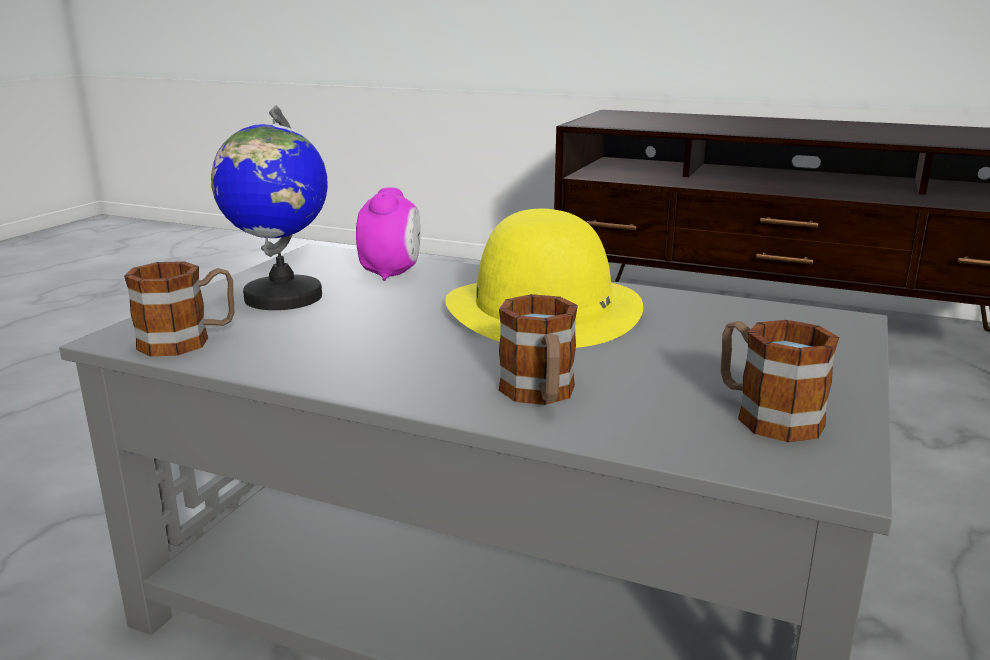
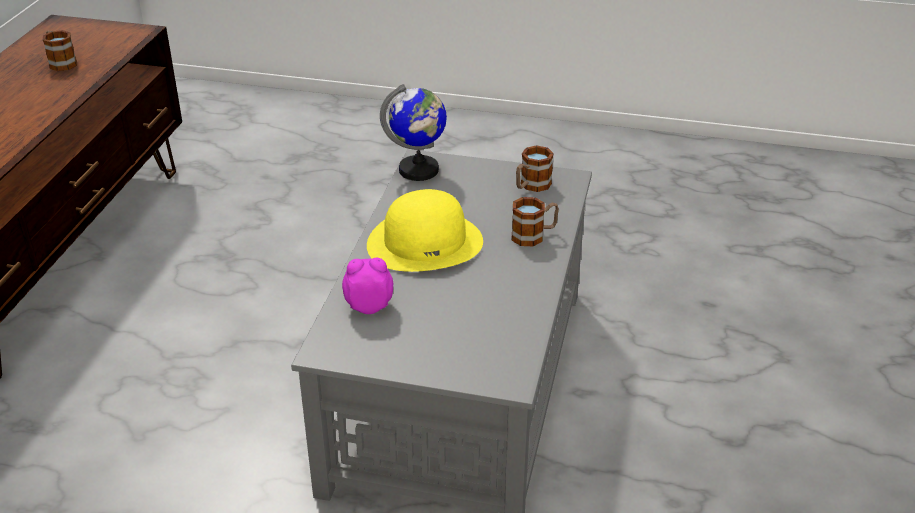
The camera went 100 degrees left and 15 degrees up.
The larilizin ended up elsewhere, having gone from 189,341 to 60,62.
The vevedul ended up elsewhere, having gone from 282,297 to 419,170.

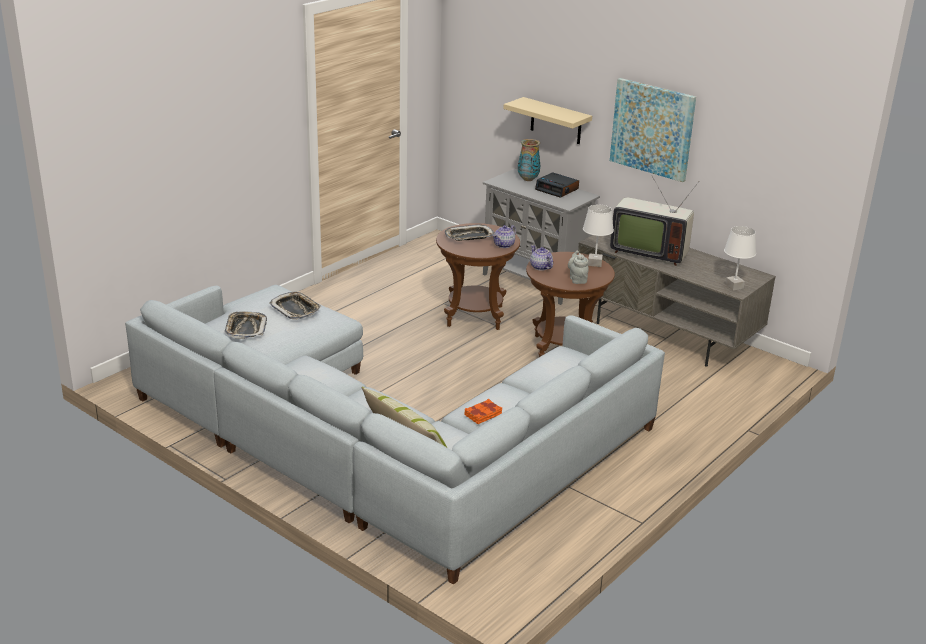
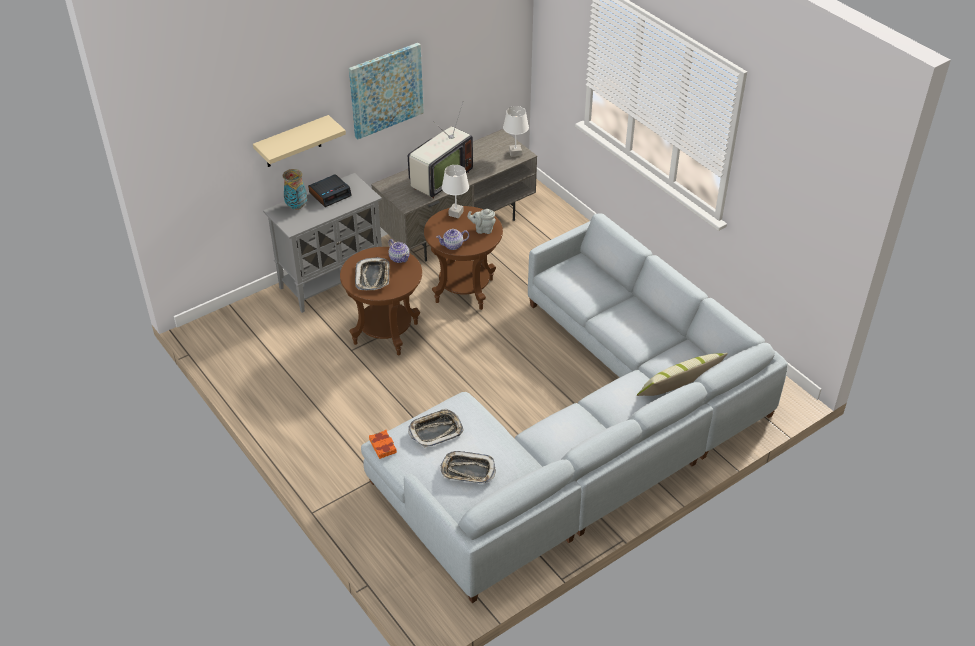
The camera went 75 degrees left and 15 degrees up.
The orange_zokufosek ended up elsewhere, having gone from 483,415 to 383,446.

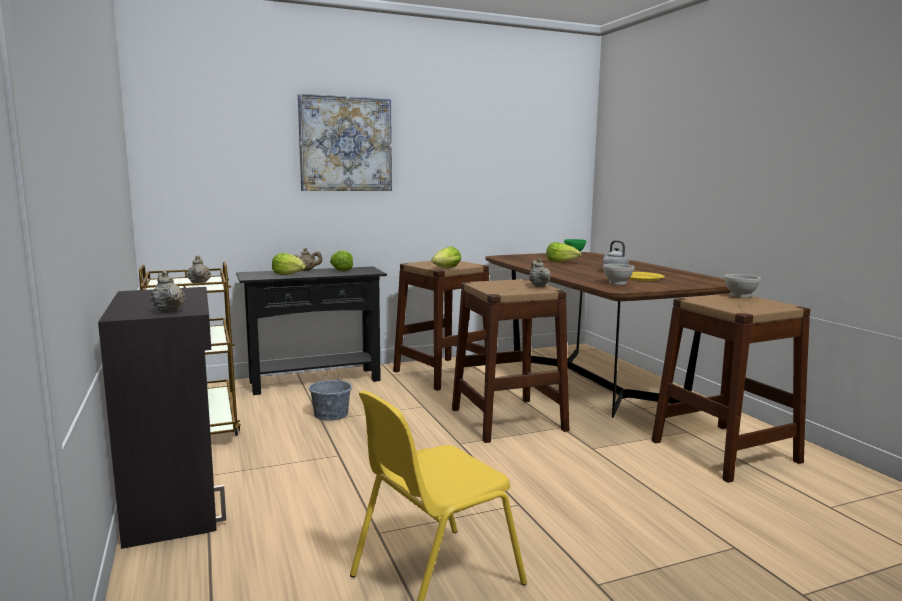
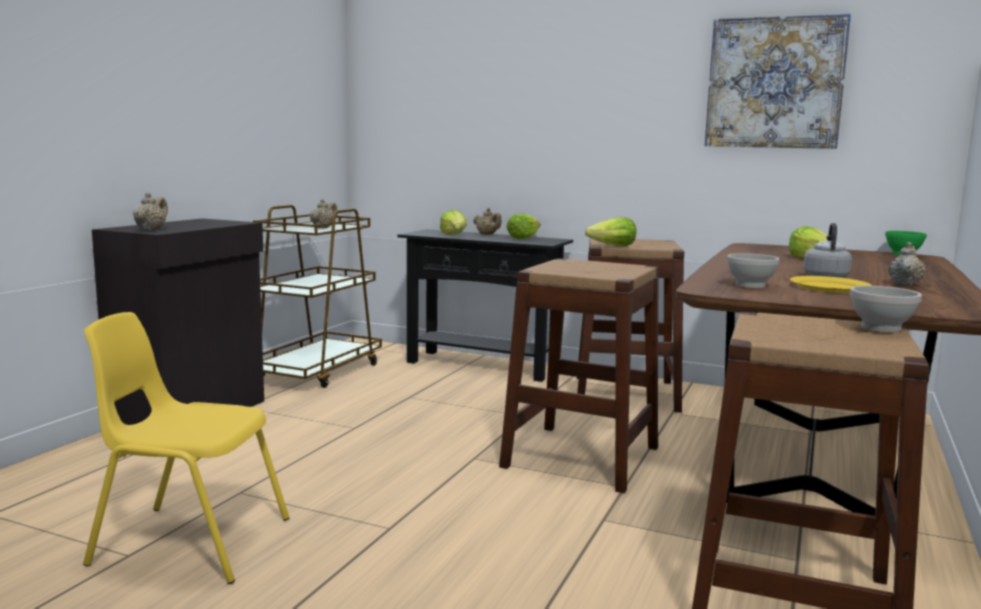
The camera went 45 degrees right and 0 degrees up.
The second view lost the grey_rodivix at 331,414.
The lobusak ended up elsewhere, having gone from 345,144 to 774,83.
The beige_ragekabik ended up elsewhere, having gone from 538,285 to 905,284.

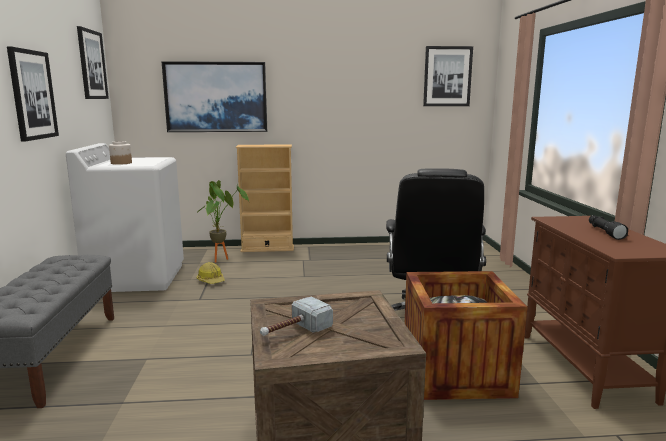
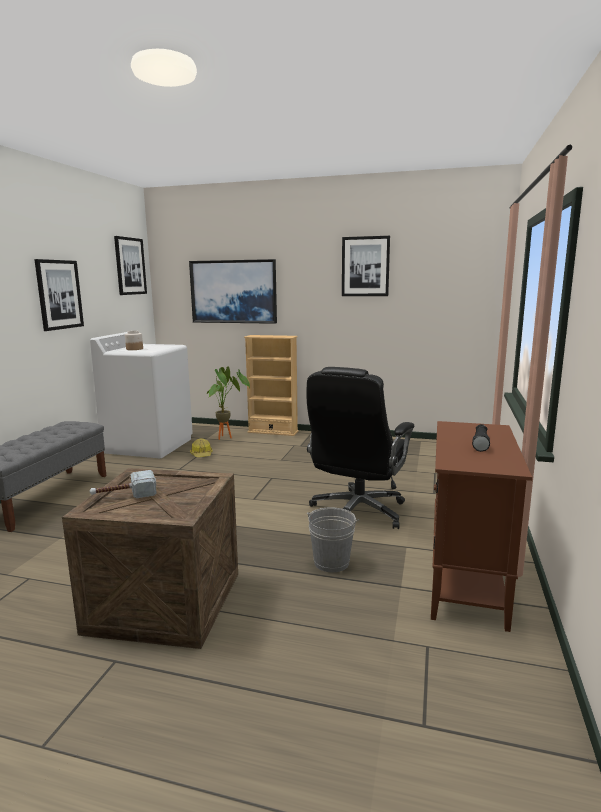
The camera went 20 degrees right and 0 degrees up.
The lobusak ended up elsewhere, having gone from 447,76 to 365,266.
Where the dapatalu stood at 455,372, the grey_rodivix came to stand at 331,562.

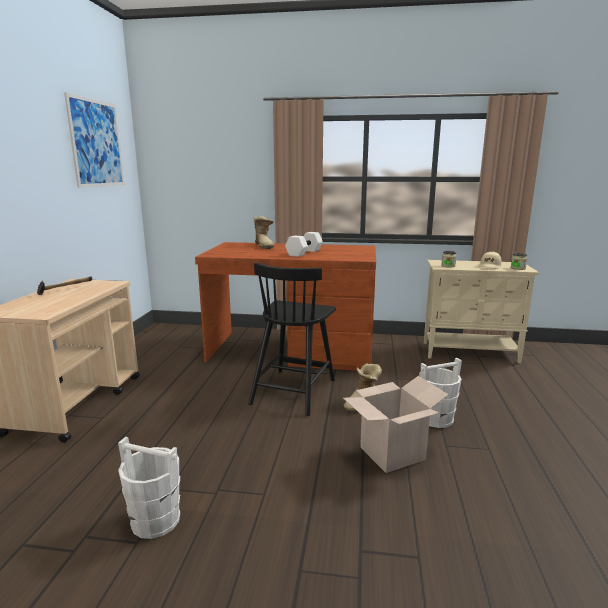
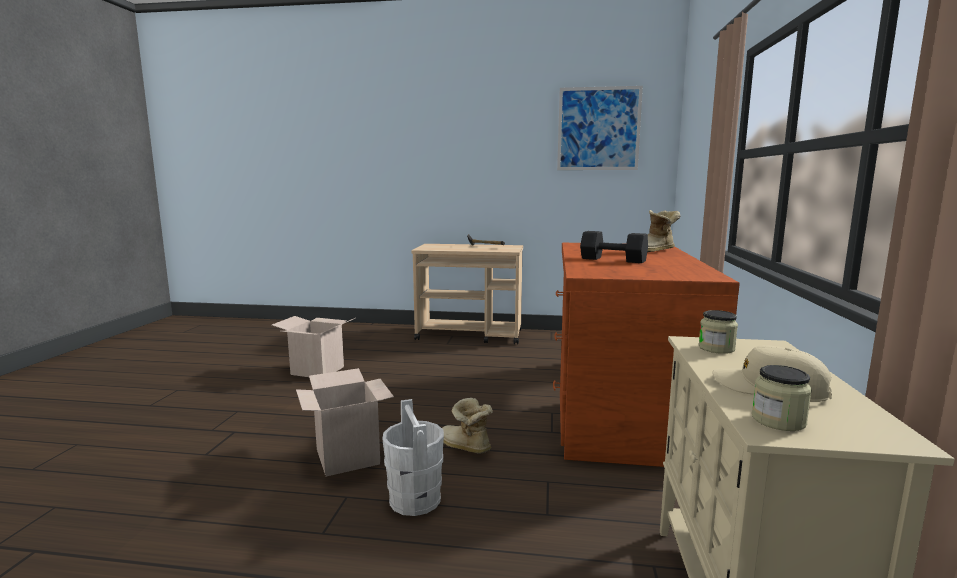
The camera went 90 degrees right and 5 degrees down.
The second view lost the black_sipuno at 293,390.
Where the white_rodivix stood at 155,520, the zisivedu came to stand at 317,370.
What was the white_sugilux at 304,253 turned into the black_sugilux at 612,260.

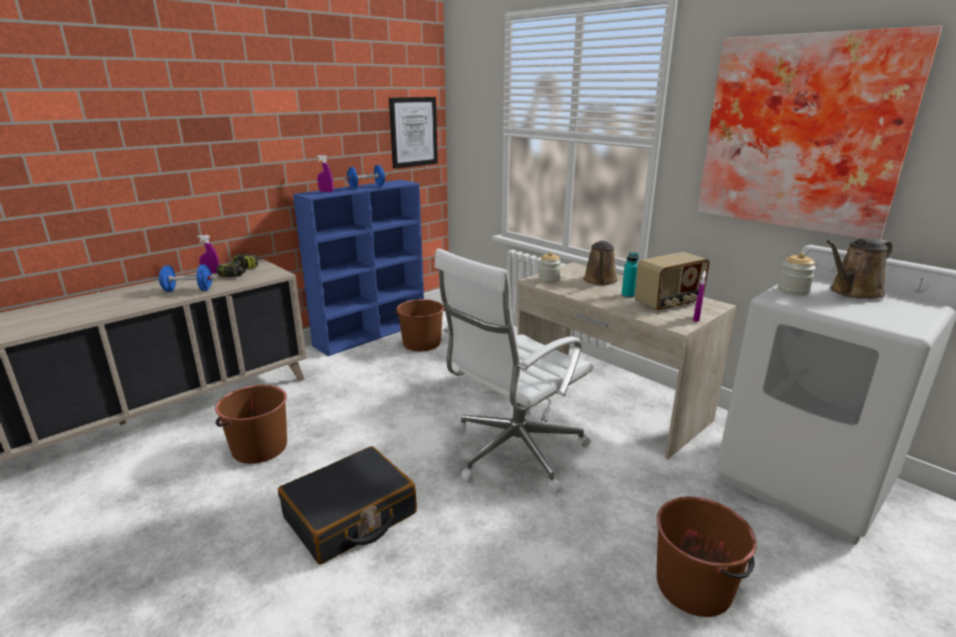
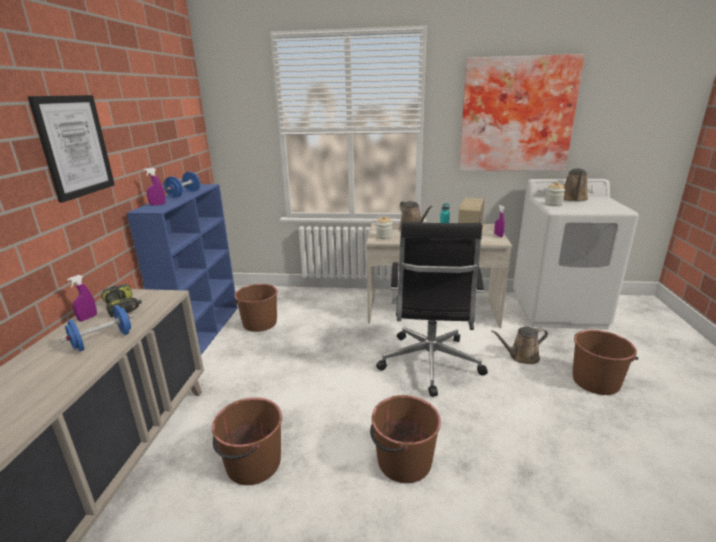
The camera went 40 degrees left and 0 degrees up.
The second view gained the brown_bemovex at 521,357.
The lobusak ended up elsewhere, having gone from 413,132 to 74,146.
Where the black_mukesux stood at 350,516, the brown_rodivix came to stand at 403,461.
What was the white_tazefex at 512,452 turned into the black_tazefex at 430,364.

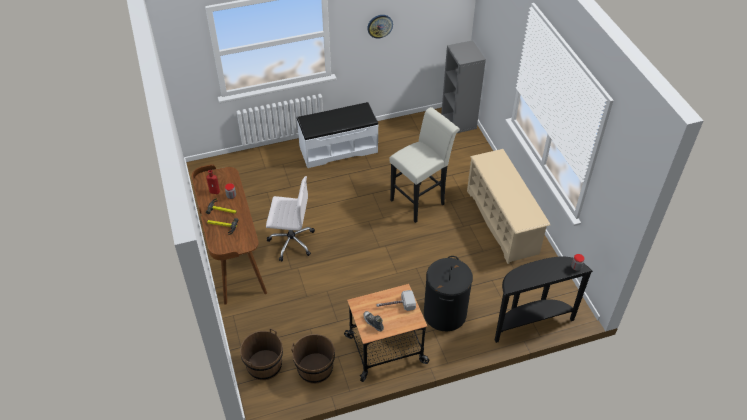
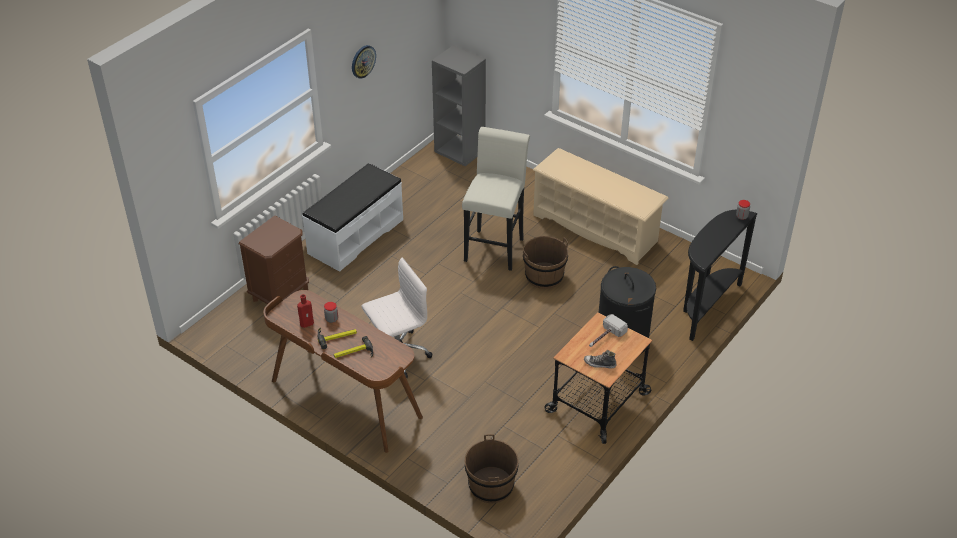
The camera went 35 degrees left and 5 degrees down.
The second view gained the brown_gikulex at 280,294.
The brown_rodivix ended up elsewhere, having gone from 315,369 to 544,276.

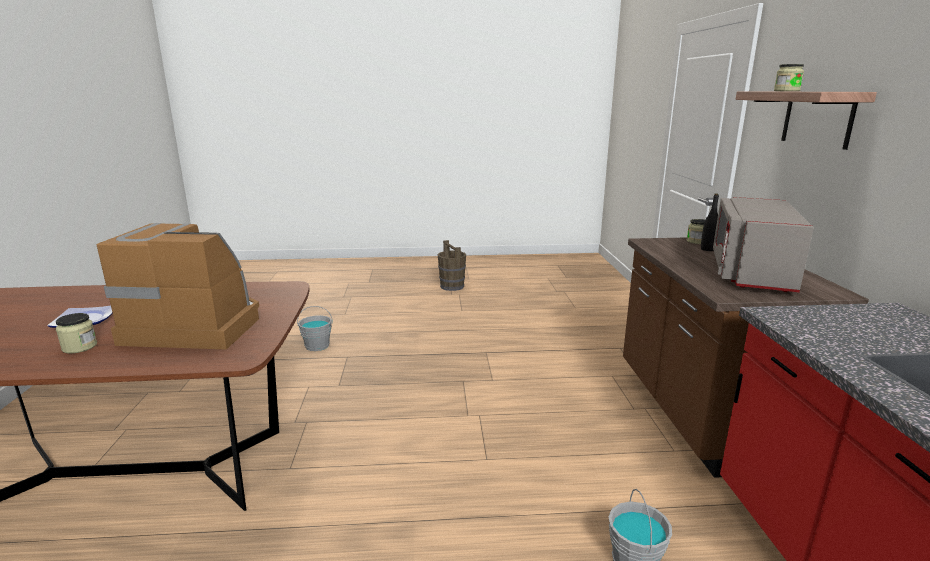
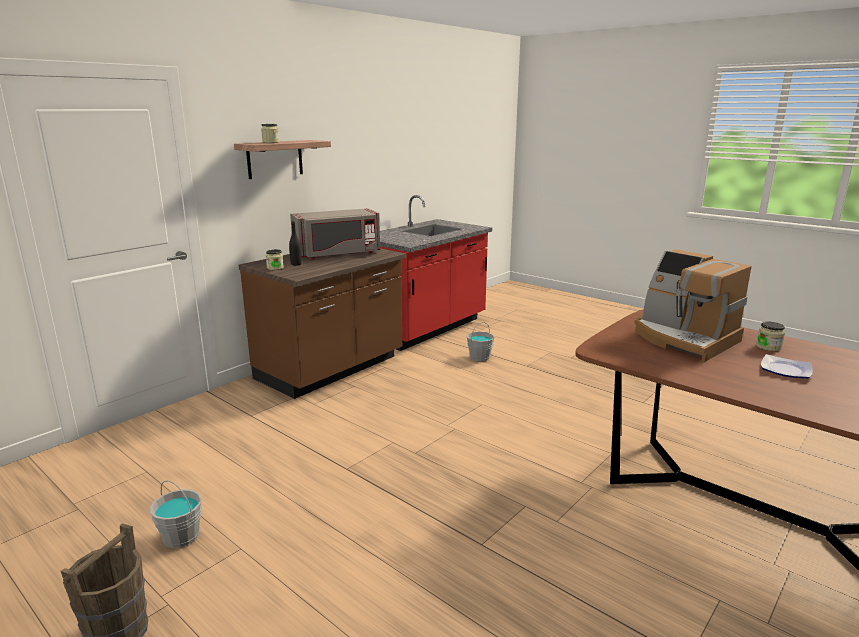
The camera went 135 degrees left and 0 degrees up.
The grey_rodivix ended up elsewhere, having gone from 317,345 to 181,536.

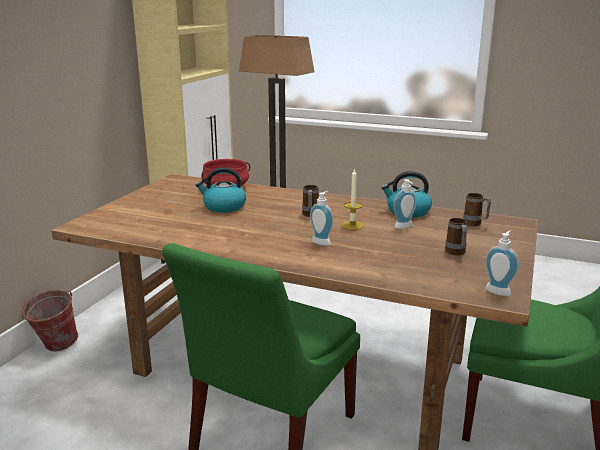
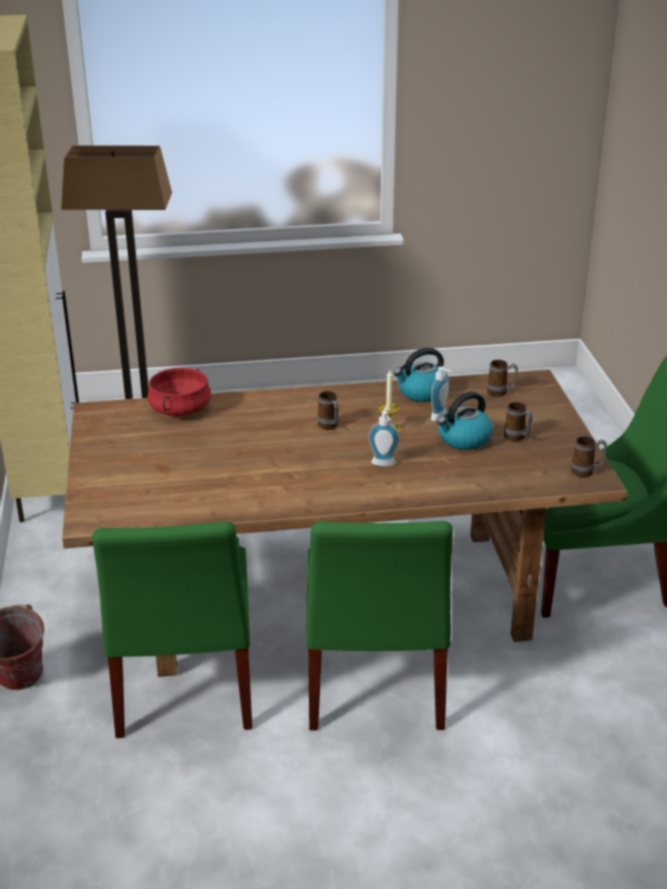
The camera went 30 degrees left and 10 degrees up.
The second view gained the green_sipuno at 183,688.
The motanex ended up elsewhere, having gone from 223,207 to 464,439.
Where the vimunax stood at 499,290, the larilizin came to stand at 586,472.

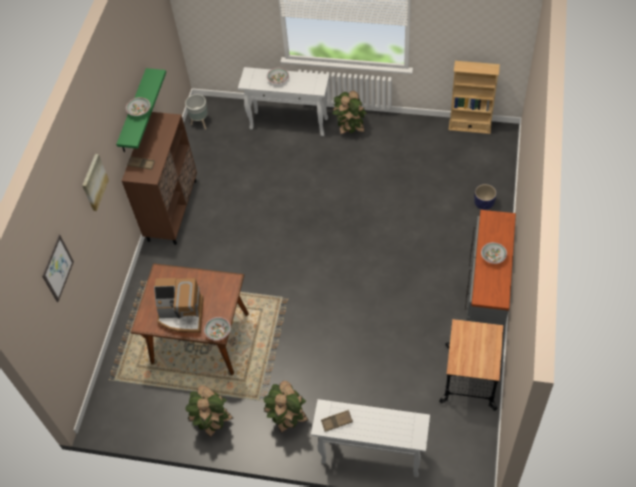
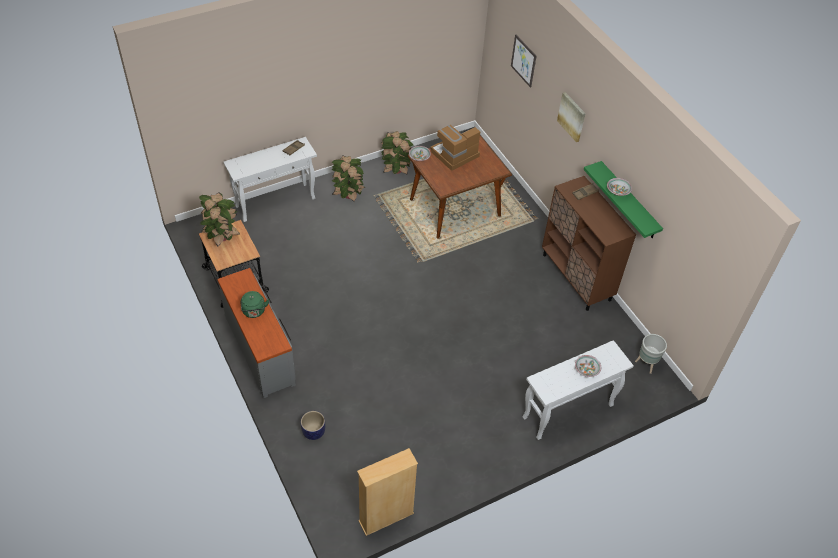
The camera went 135 degrees right and 5 degrees down.
The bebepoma ended up elsewhere, having gone from 350,129 to 222,236.
Where the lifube stood at 493,256, the green_motanex came to stand at 254,312.

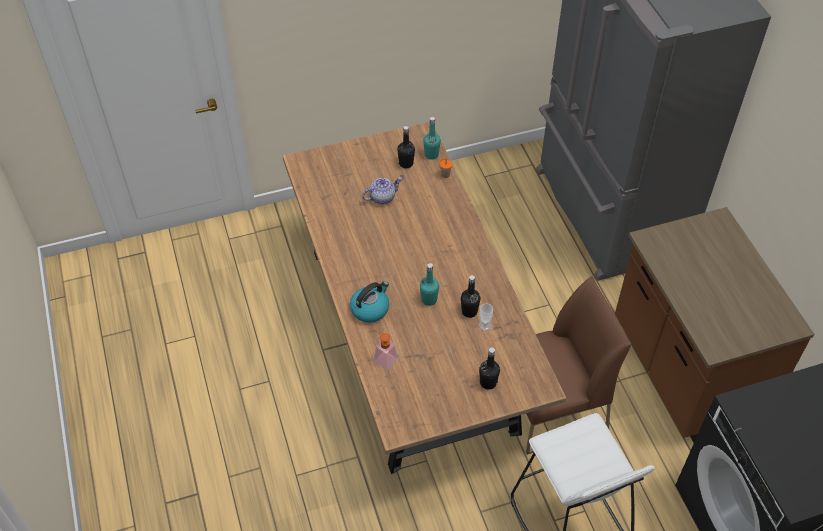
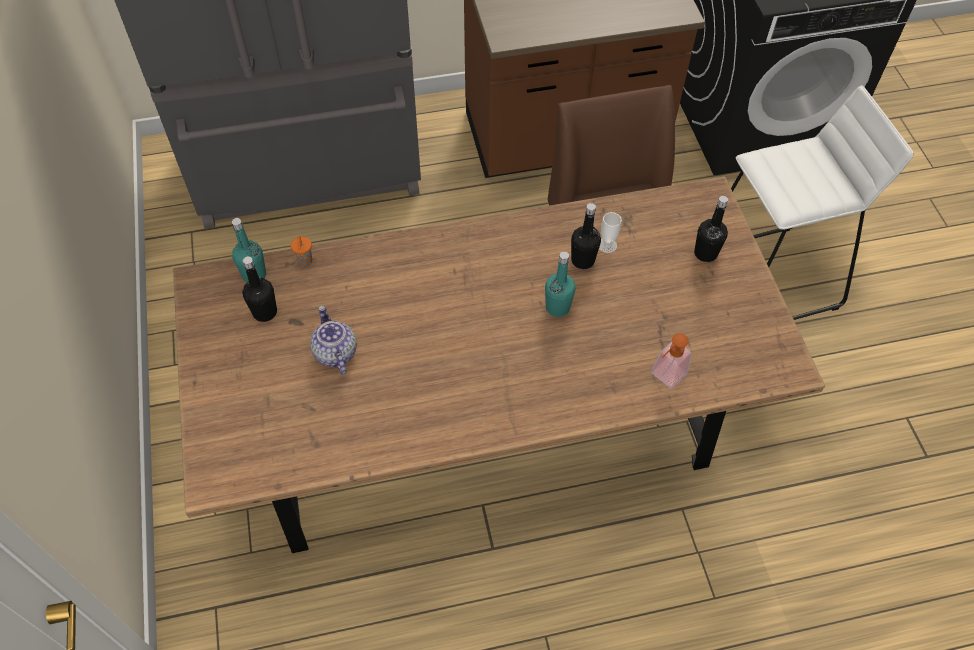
The camera went 85 degrees left and 5 degrees up.
The second view lost the motanex at 370,309.

